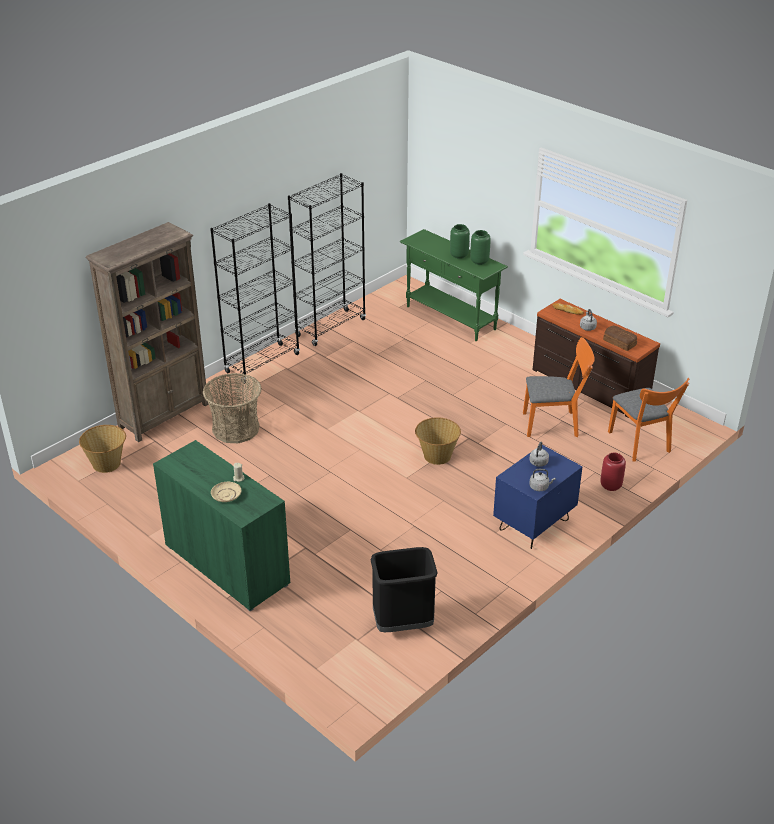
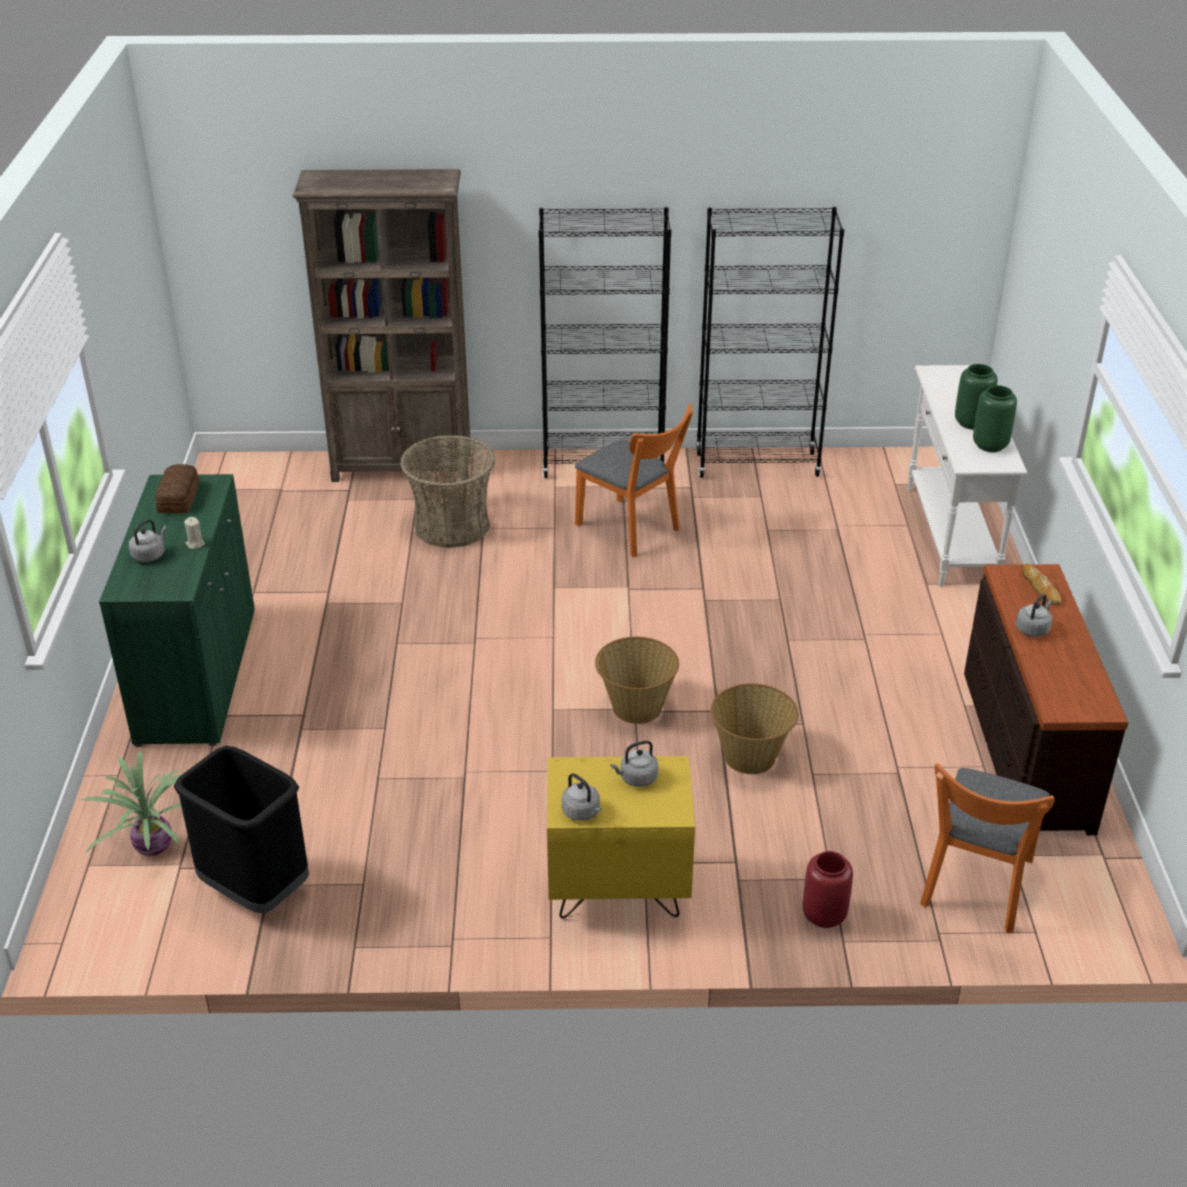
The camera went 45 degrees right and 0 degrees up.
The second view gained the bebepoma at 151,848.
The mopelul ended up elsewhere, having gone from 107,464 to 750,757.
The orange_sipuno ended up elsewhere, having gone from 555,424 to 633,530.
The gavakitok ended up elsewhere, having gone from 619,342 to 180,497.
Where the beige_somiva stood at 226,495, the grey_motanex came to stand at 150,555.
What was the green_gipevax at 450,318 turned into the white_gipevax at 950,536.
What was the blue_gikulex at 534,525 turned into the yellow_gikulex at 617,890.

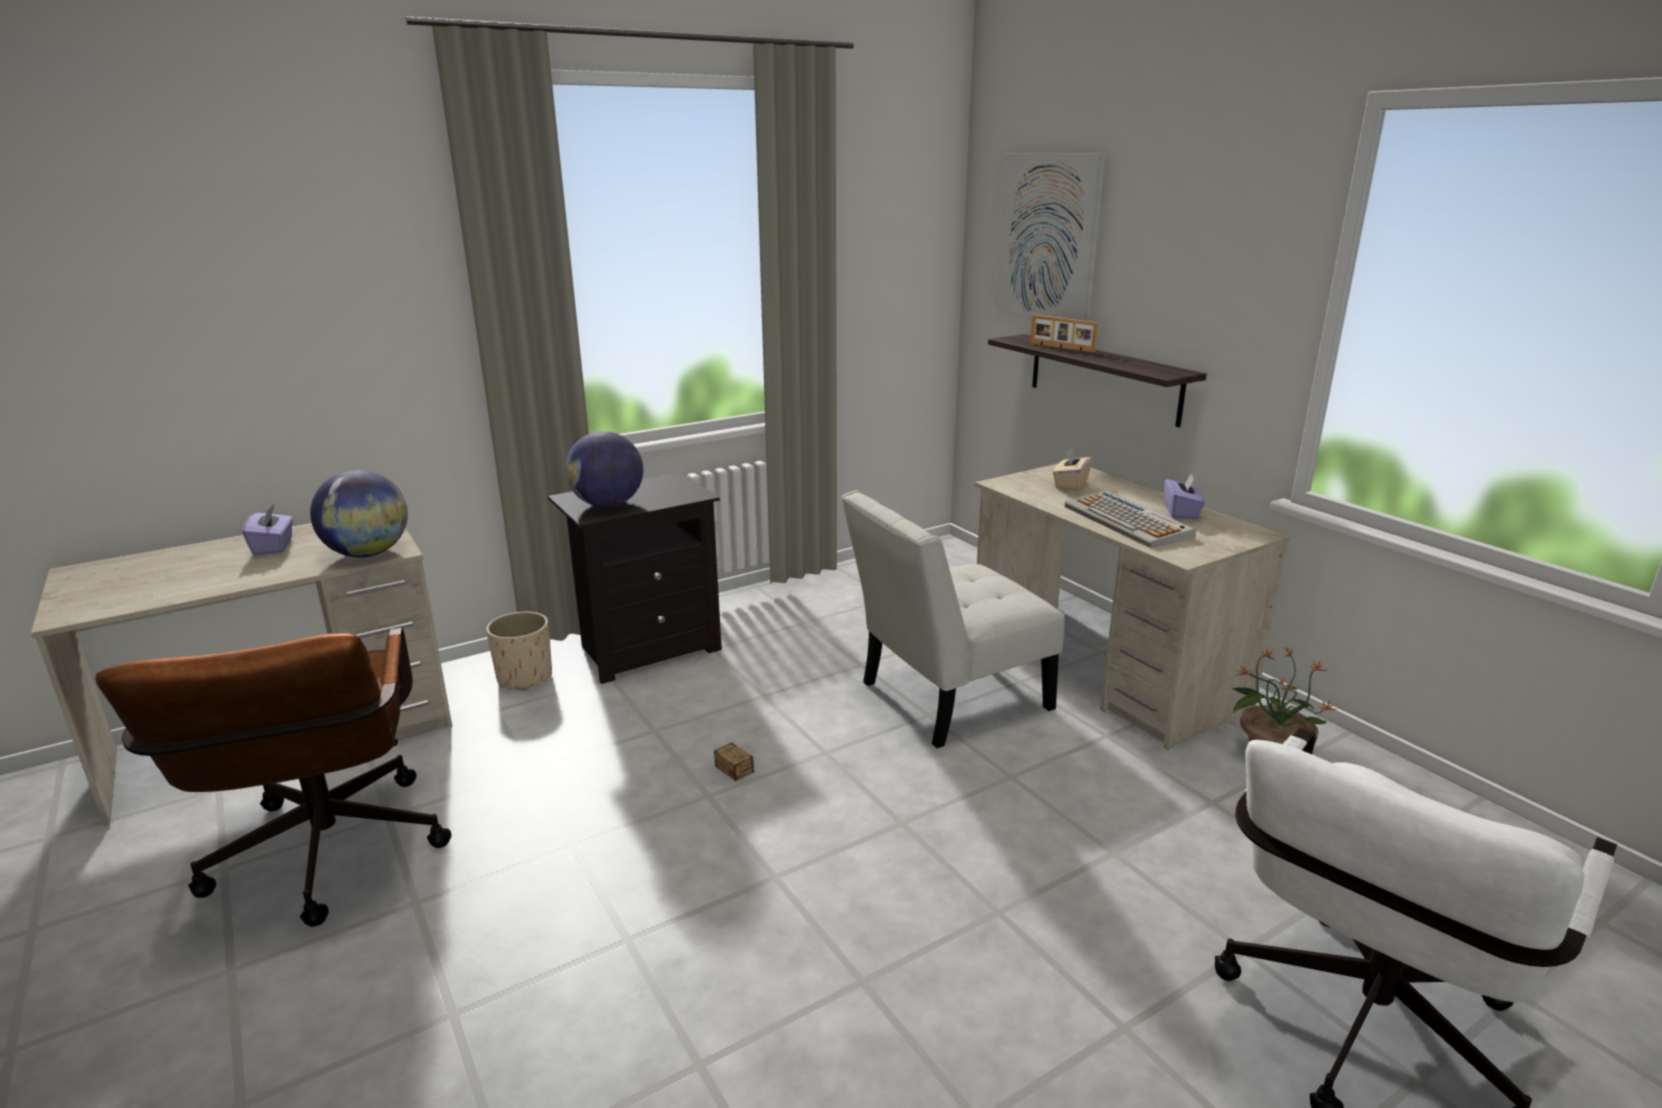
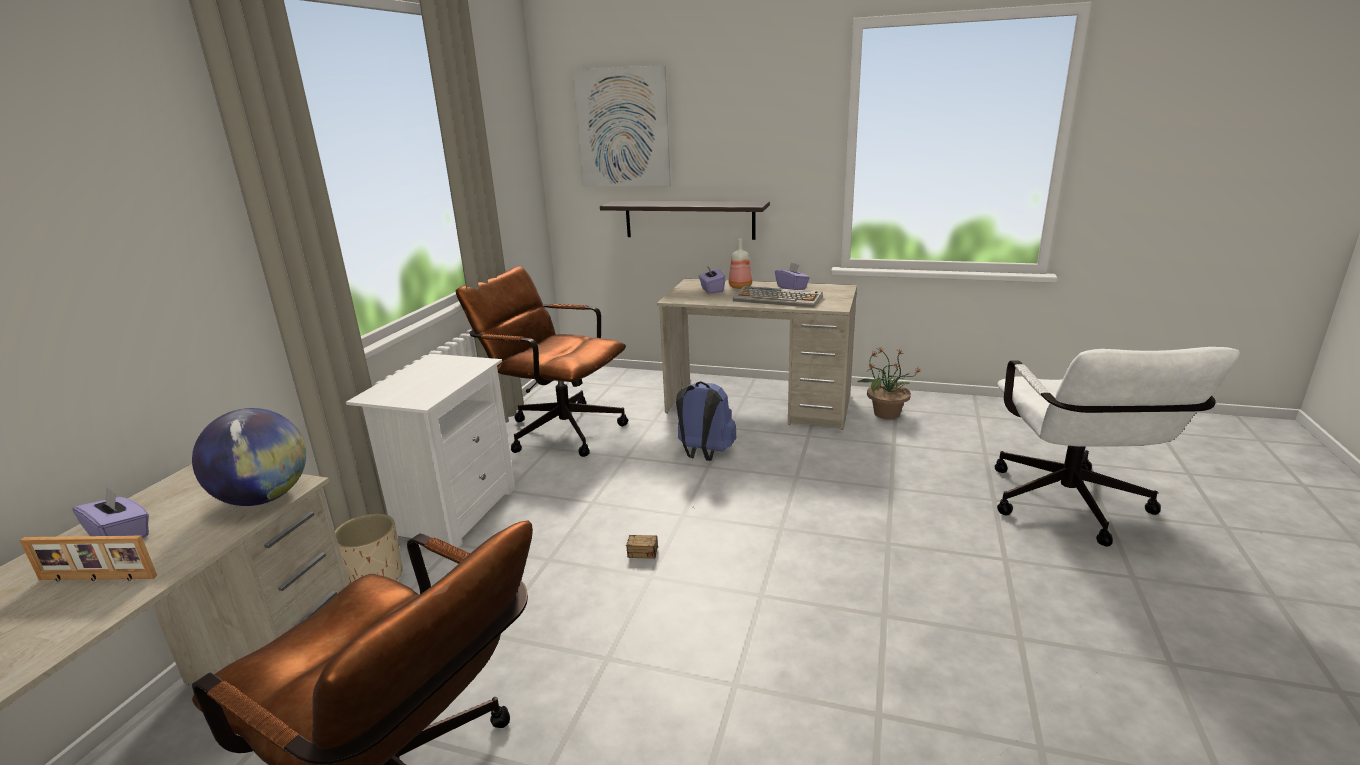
The camera went 40 degrees left and 0 degrees up.
The second view lost the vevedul at 608,505.
The second view gained the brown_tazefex at 556,429.
The second view gained the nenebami at 739,287.
The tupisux ended up elsewhere, having gone from 1061,348 to 96,579.
Where the white_sipuno stood at 946,699, the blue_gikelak came to stand at 704,454.
What was the black_gikulex at 647,648 turned into the white_gikulex at 454,512.
What was the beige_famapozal at 1070,485 turned into the purple_famapozal at 711,290.

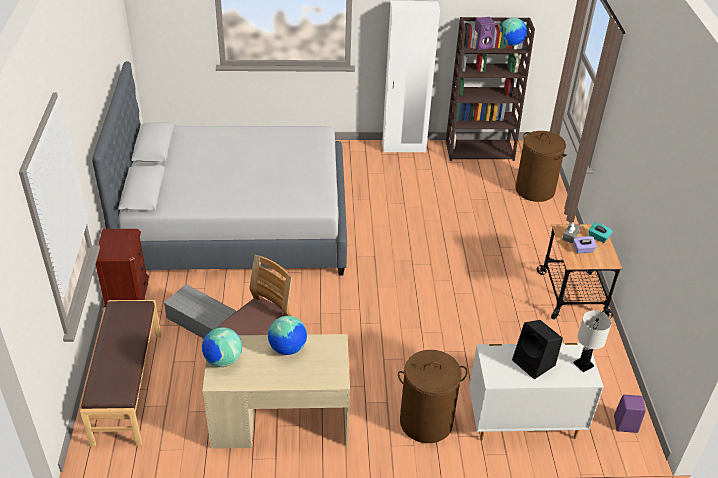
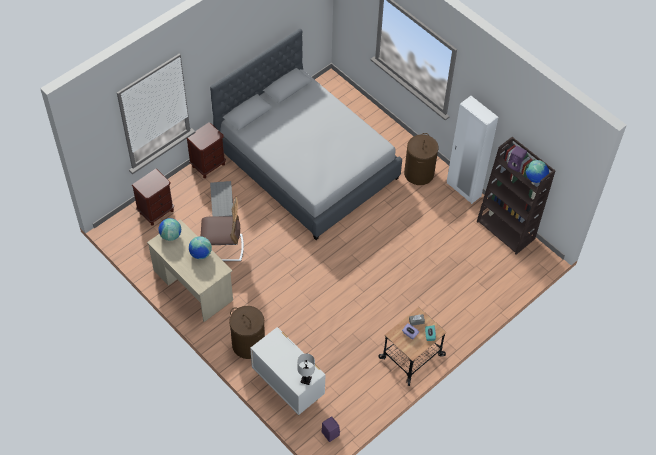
The camera went 50 degrees right and 15 degrees up.
The second view lost the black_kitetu at 534,363.
The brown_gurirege ended up elsewhere, having gone from 535,190 to 419,173.
Where the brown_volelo stood at 127,387, the brown_gikulex came to stand at 156,212.

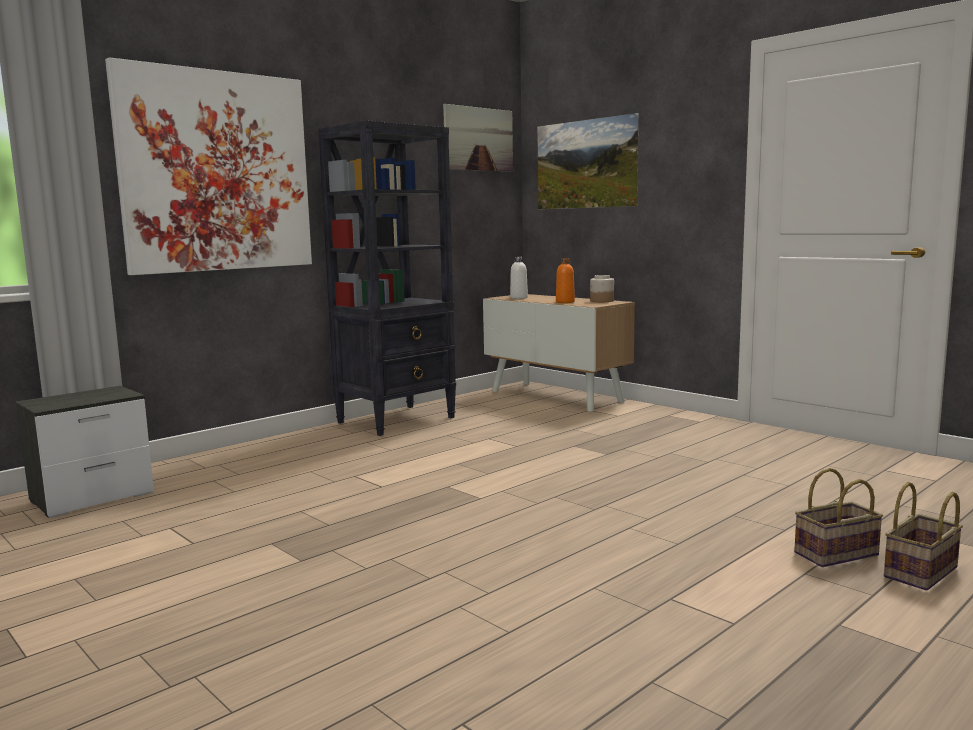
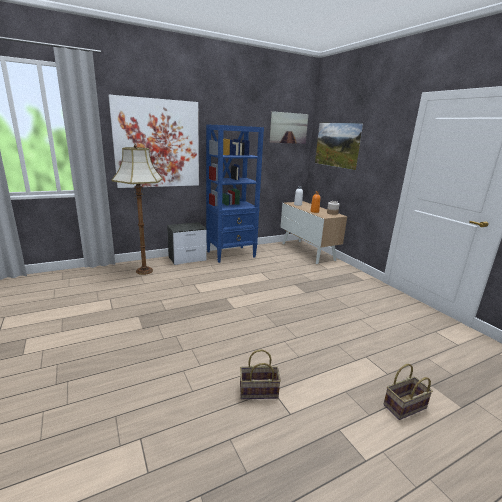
The camera went 15 degrees right and 10 degrees up.
The second view gained the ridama at 145,271.
The gikulex ended up elsewhere, having gone from 94,497 to 188,259.
The mopelul ended up elsewhere, having gone from 835,555 to 257,392.
What was the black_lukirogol at 397,420 turned into the blue_lukirogol at 231,254.

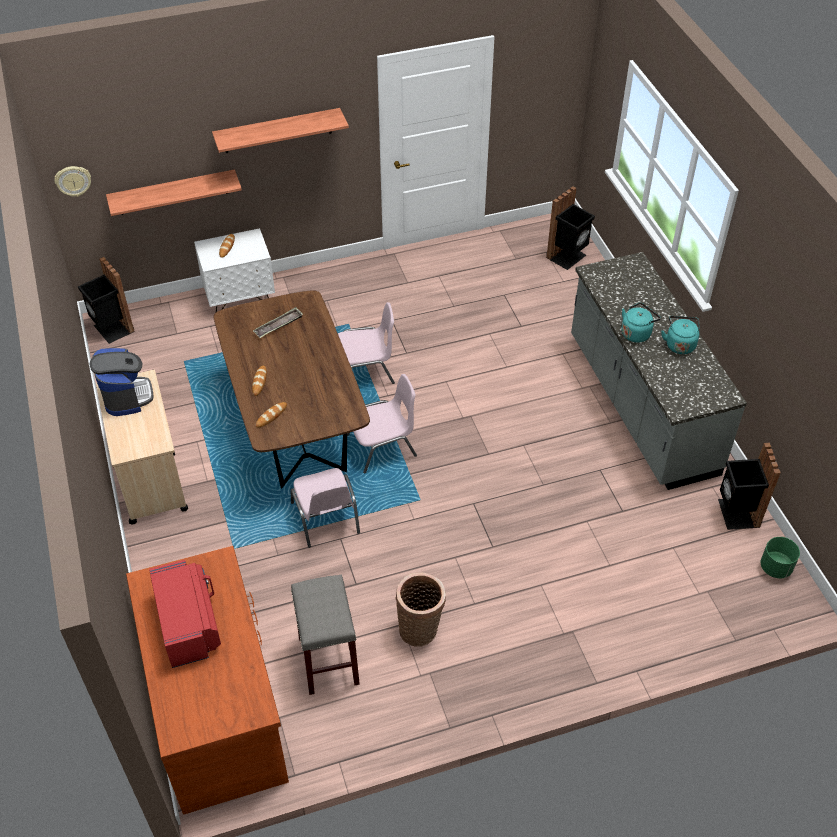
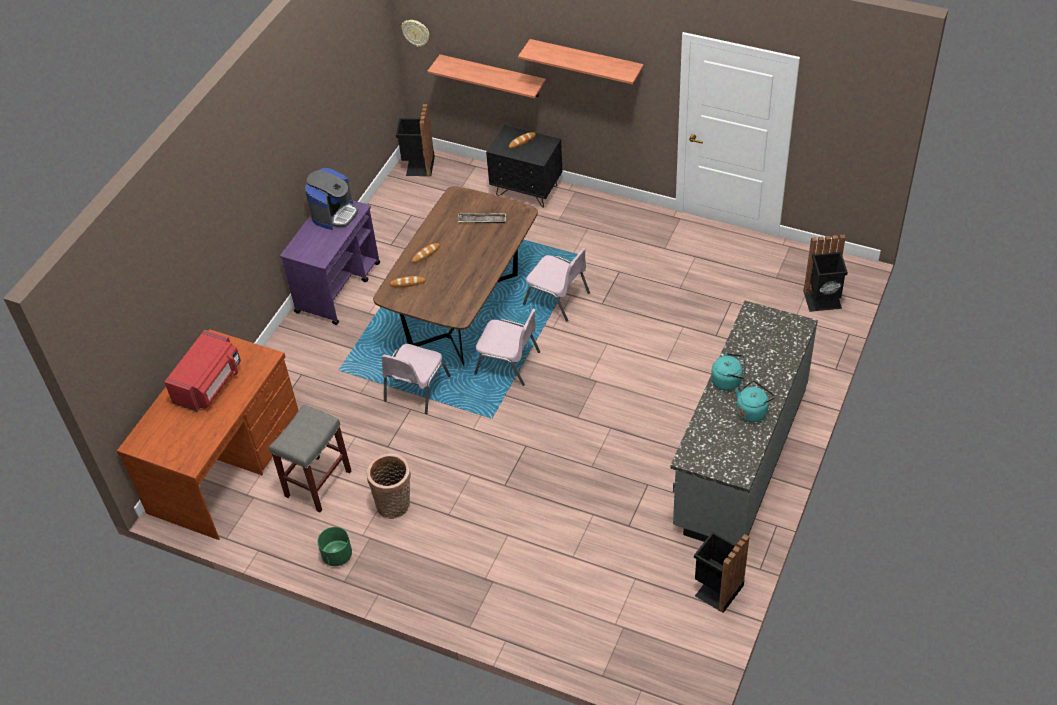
The camera went 45 degrees right and 0 degrees up.
The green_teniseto ended up elsewhere, having gone from 776,567 to 337,556.
What was the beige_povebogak at 150,476 turned into the purple_povebogak at 338,287.
What was the white_gikulex at 240,298 turned into the black_gikulex at 527,191.

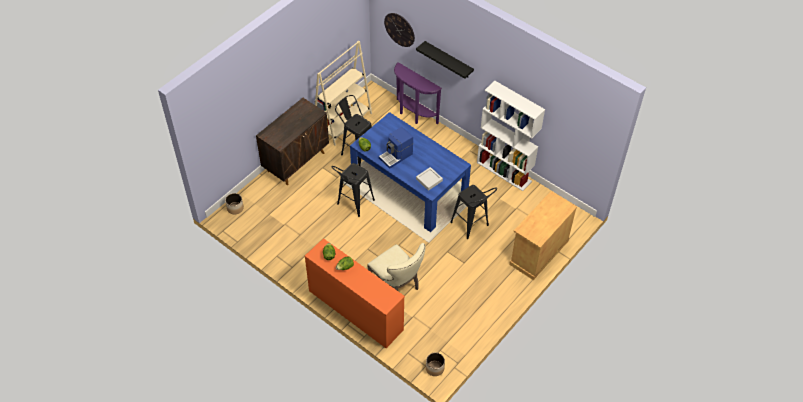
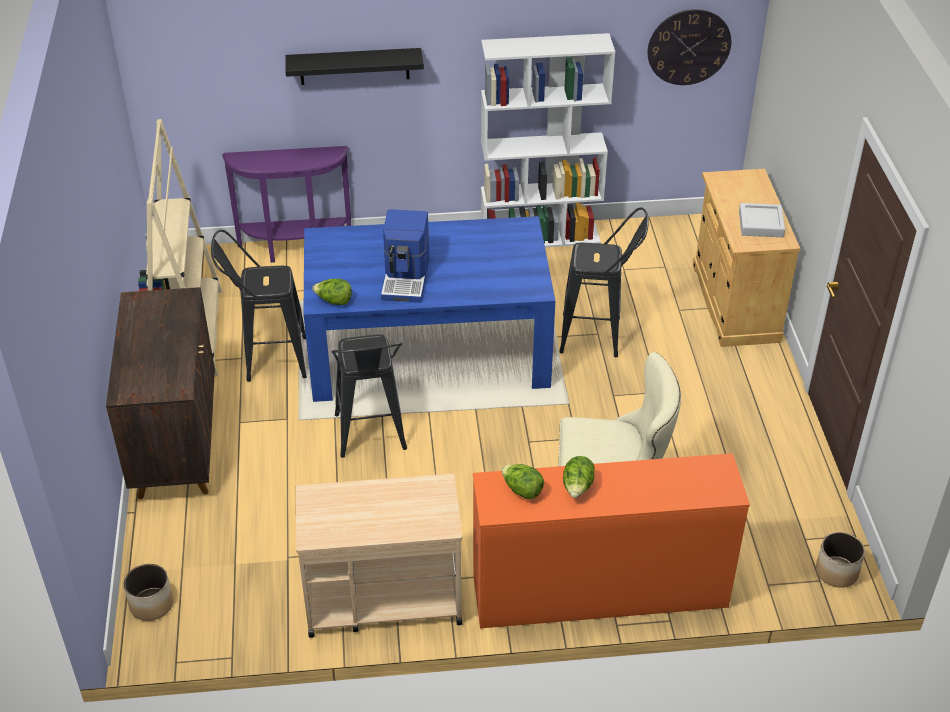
The camera went 45 degrees left and 10 degrees down.
The second view gained the beige_povebogak at 382,599.
The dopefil ended up elsewhere, having gone from 399,29 to 689,47.
The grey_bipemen ended up elsewhere, having gone from 429,180 to 761,224.

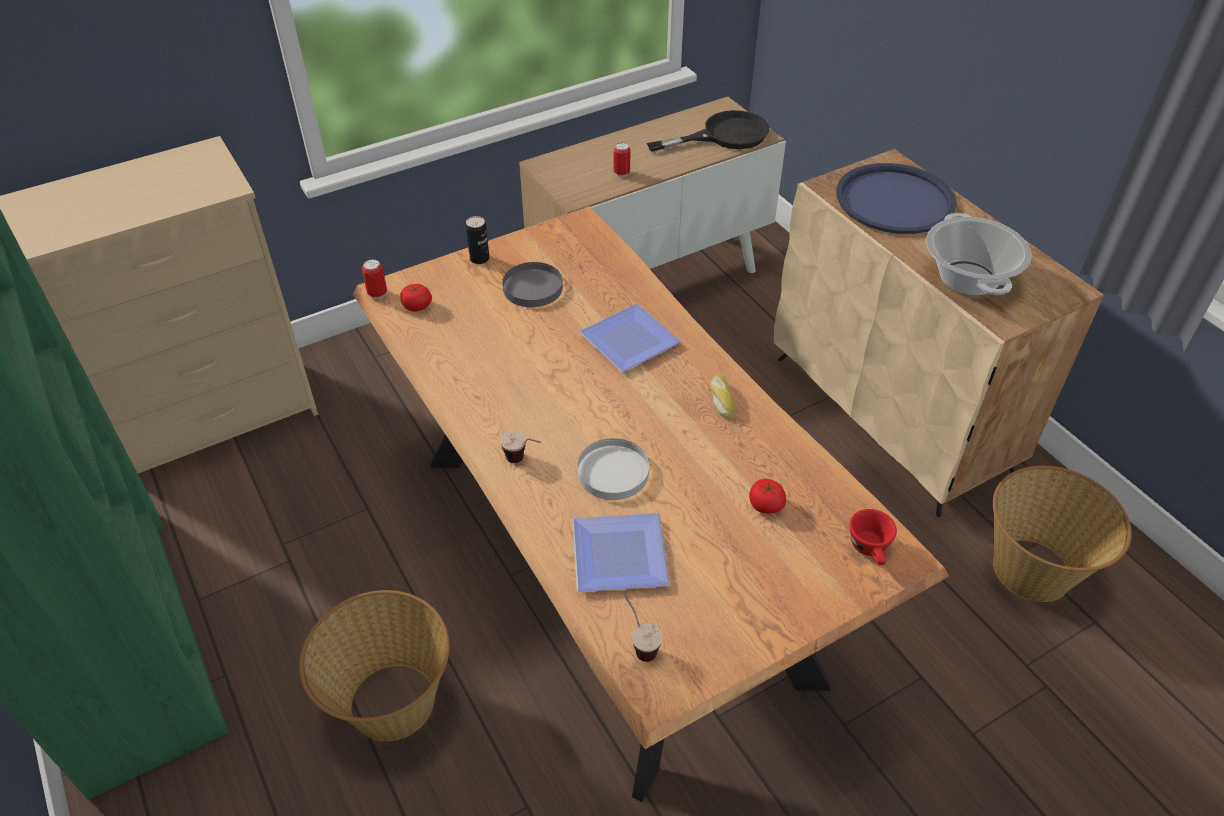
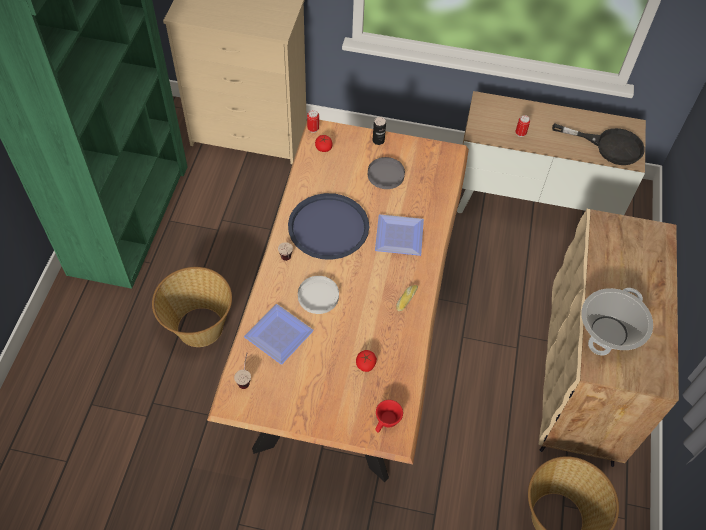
The camera went 40 degrees right and 10 degrees up.
The blue_bipemen ended up elsewhere, having gone from 894,200 to 328,227.

